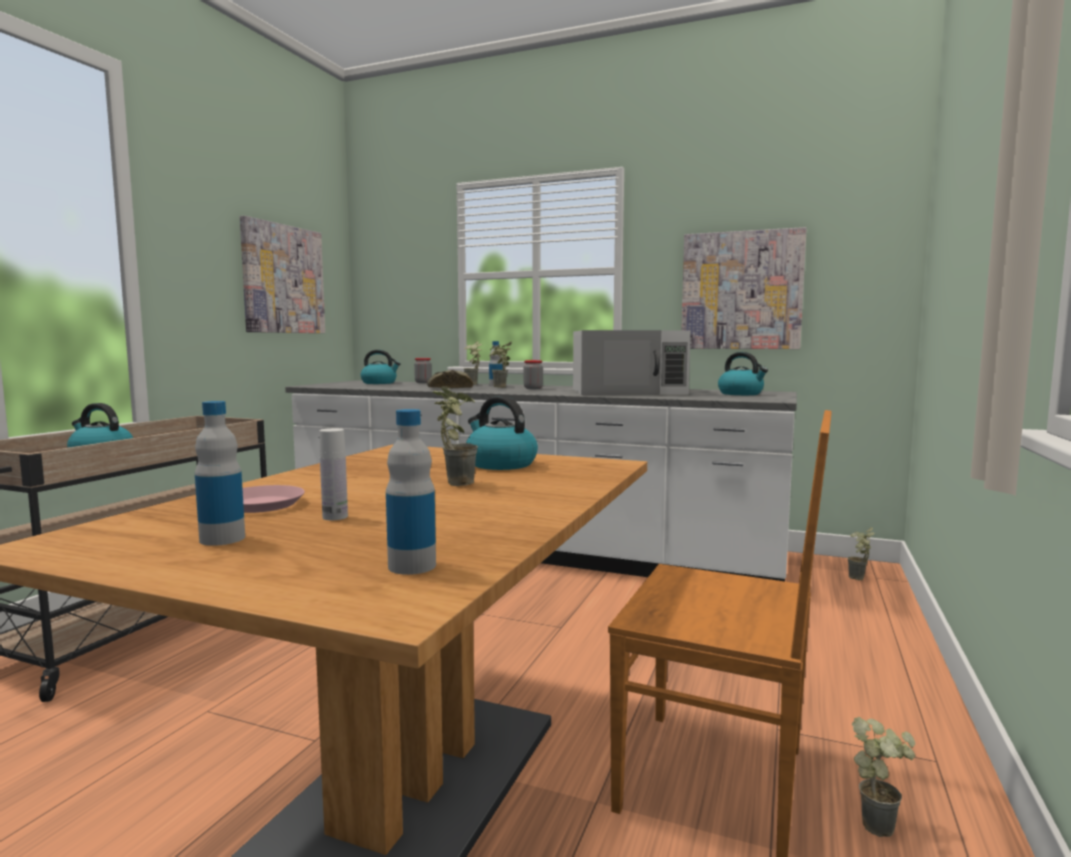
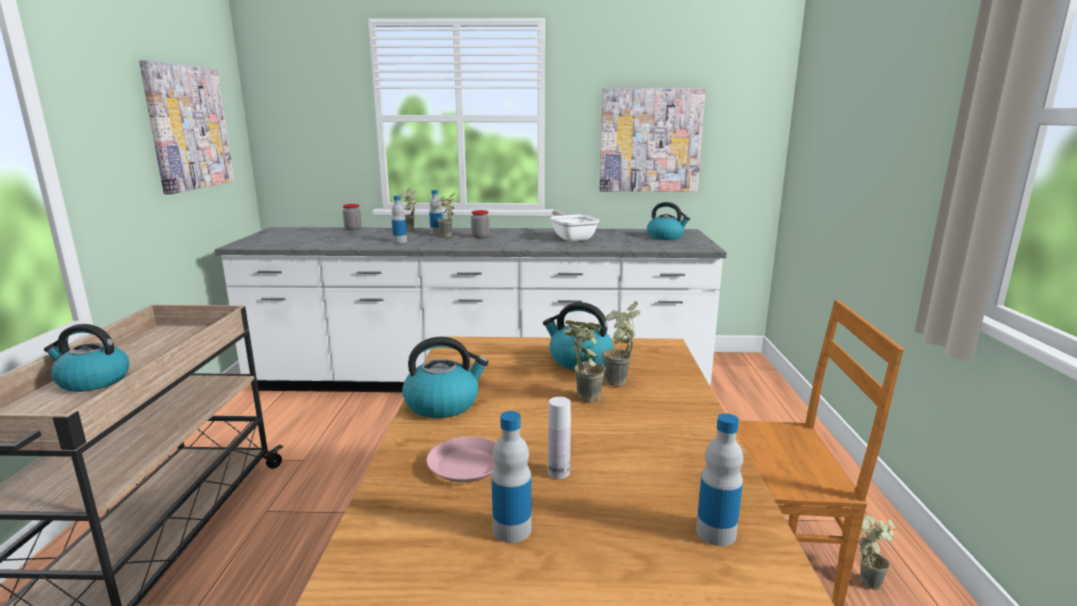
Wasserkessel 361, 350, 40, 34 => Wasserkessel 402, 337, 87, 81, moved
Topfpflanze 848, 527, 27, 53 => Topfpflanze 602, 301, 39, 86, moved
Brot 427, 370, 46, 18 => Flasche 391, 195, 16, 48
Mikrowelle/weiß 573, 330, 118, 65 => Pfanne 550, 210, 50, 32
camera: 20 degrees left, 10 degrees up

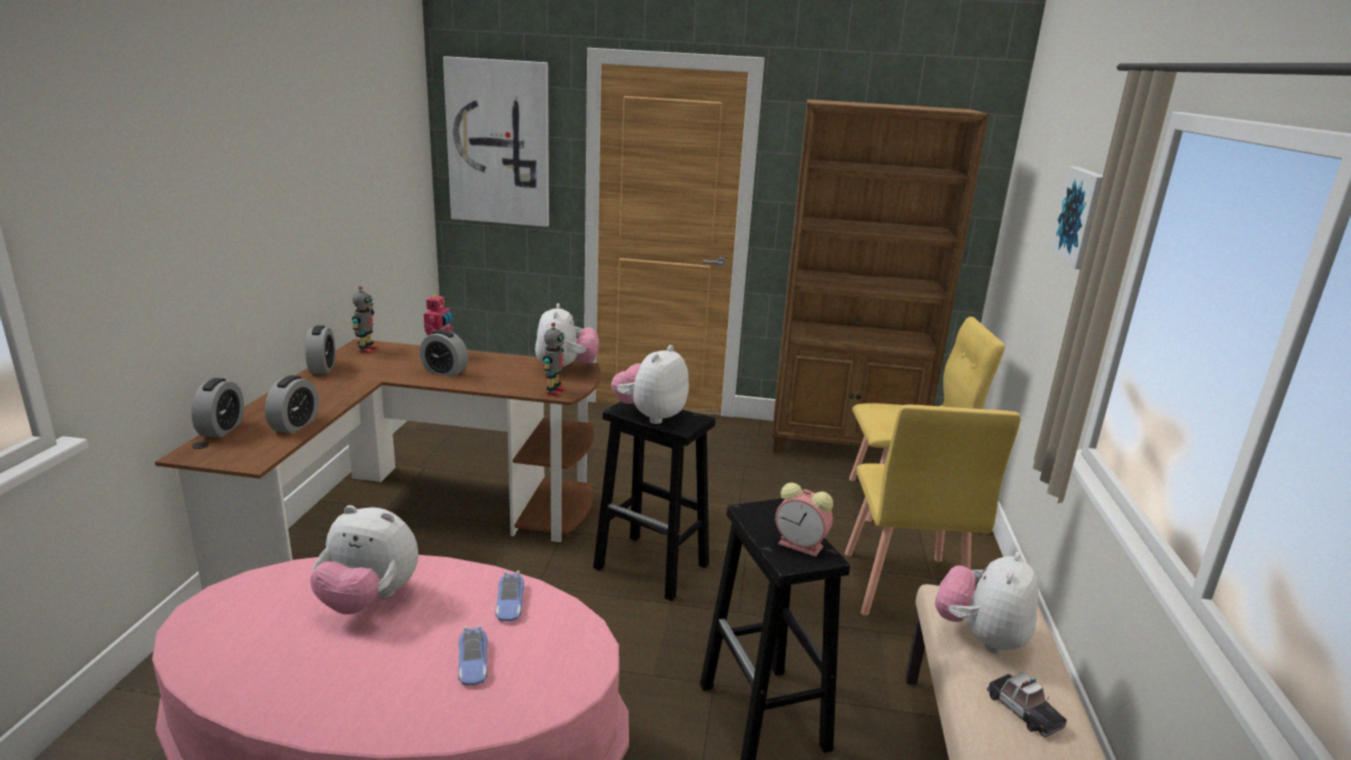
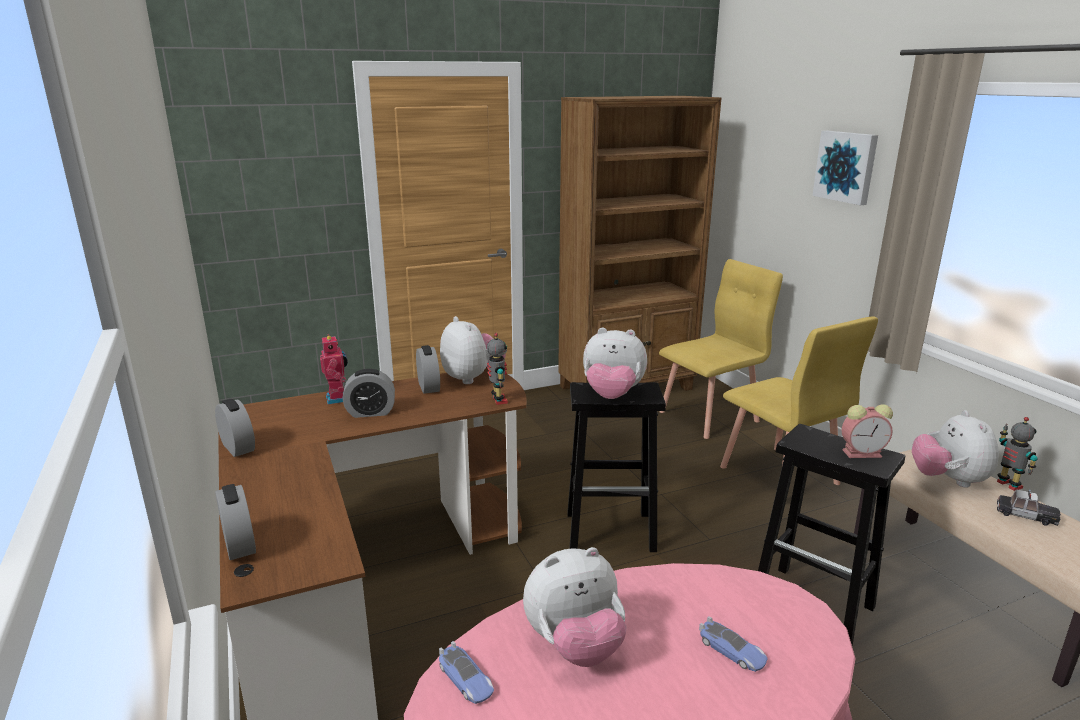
Bild 443, 56, 106, 171 => nothing
Wecker 265, 375, 54, 59 => Wecker 416, 345, 24, 49, moved
Spielzeugroboter 352, 286, 26, 68 => Spielzeugroboter 997, 417, 41, 74, moved
Spielzeugauto 495, 570, 29, 51 => Spielzeugauto 439, 641, 55, 63, moved
Plüschtier 611, 345, 78, 79 => Plüschtier 583, 328, 64, 71, 75 degrees counterclockwise
camera: 30 degrees left, 0 degrees up

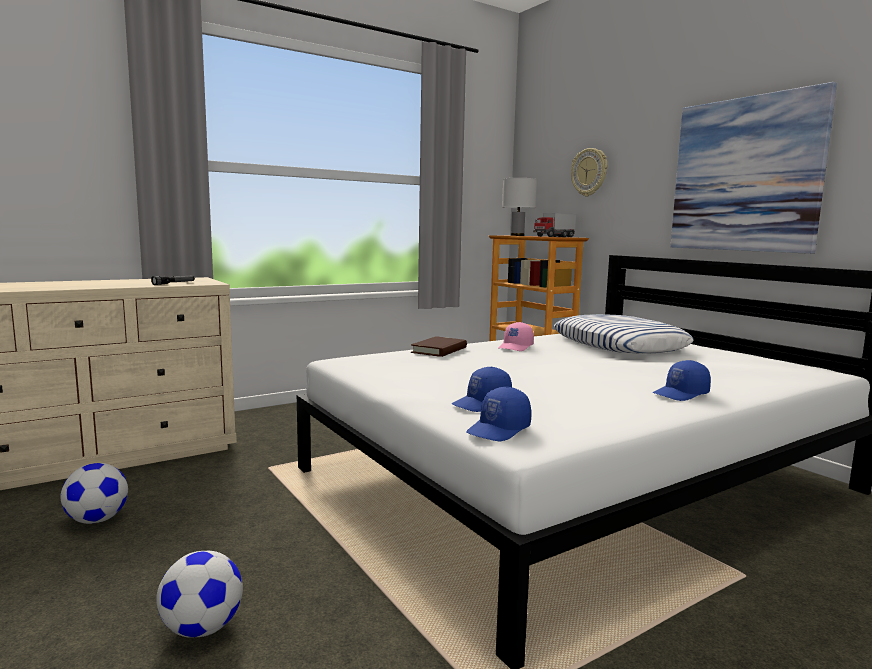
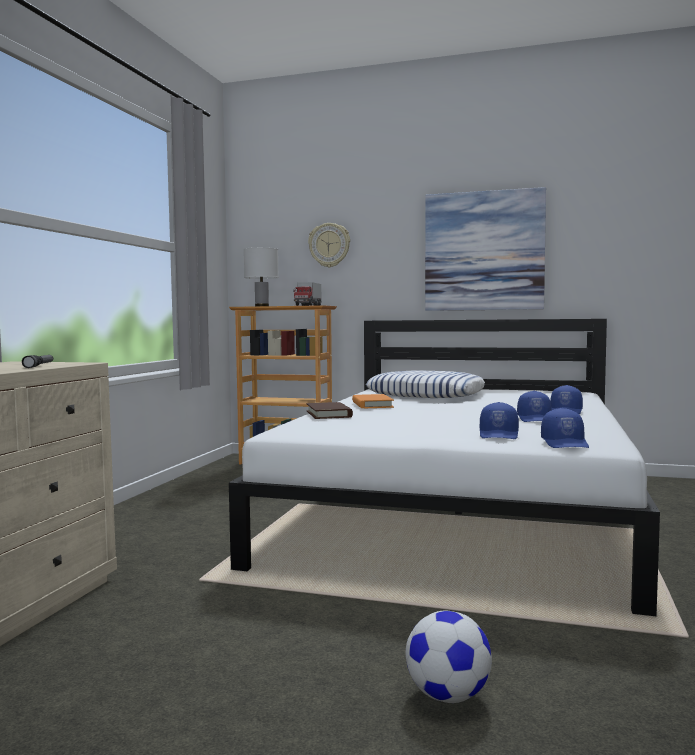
Fußball 60, 463, 68, 61 => nothing
nothing => Kappe/blau 517, 391, 35, 31
Kappe/rosa 499, 322, 35, 29 => Buch/orange 352, 394, 42, 14
camera: 40 degrees left, 5 degrees down

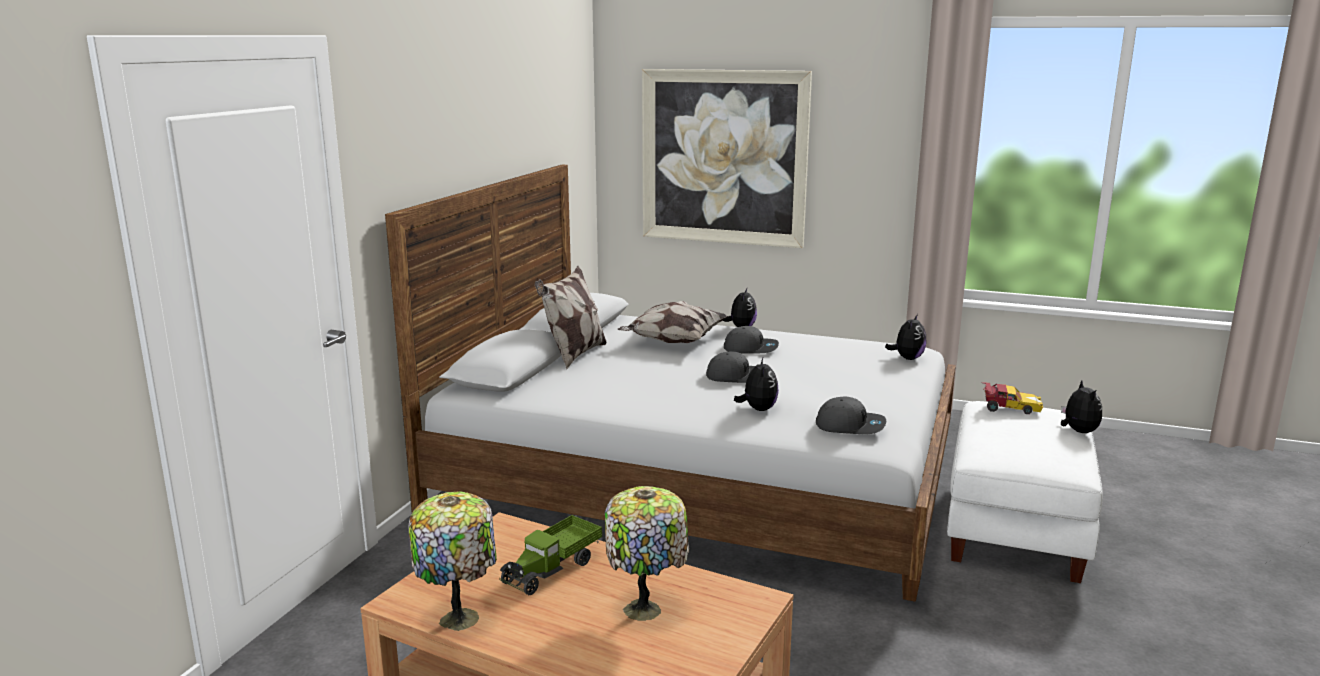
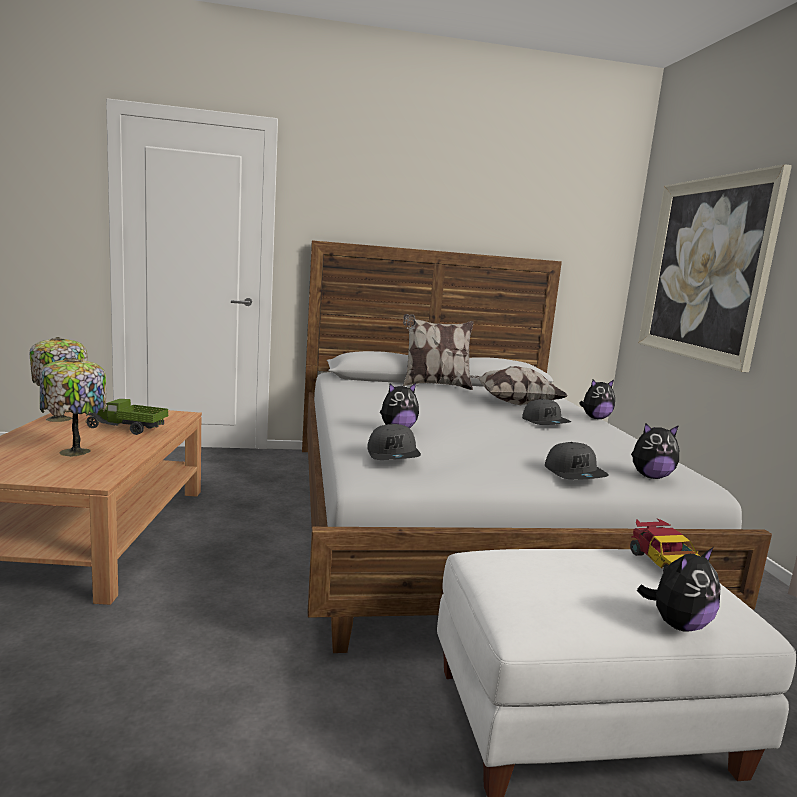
Kappe/grau 706, 351, 49, 32 => Kappe/grau 545, 442, 64, 38, moved
camera: 60 degrees right, 5 degrees down

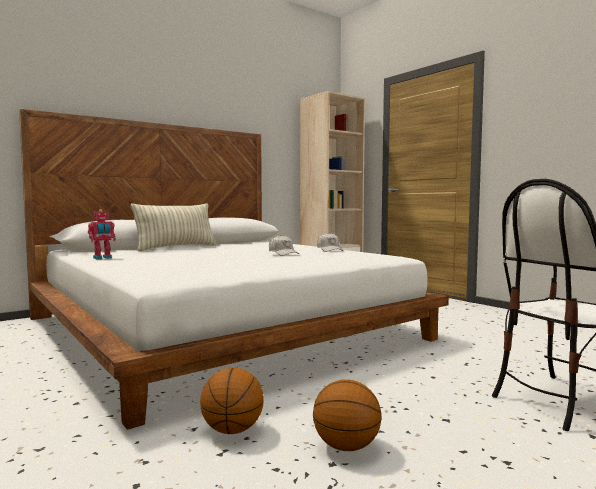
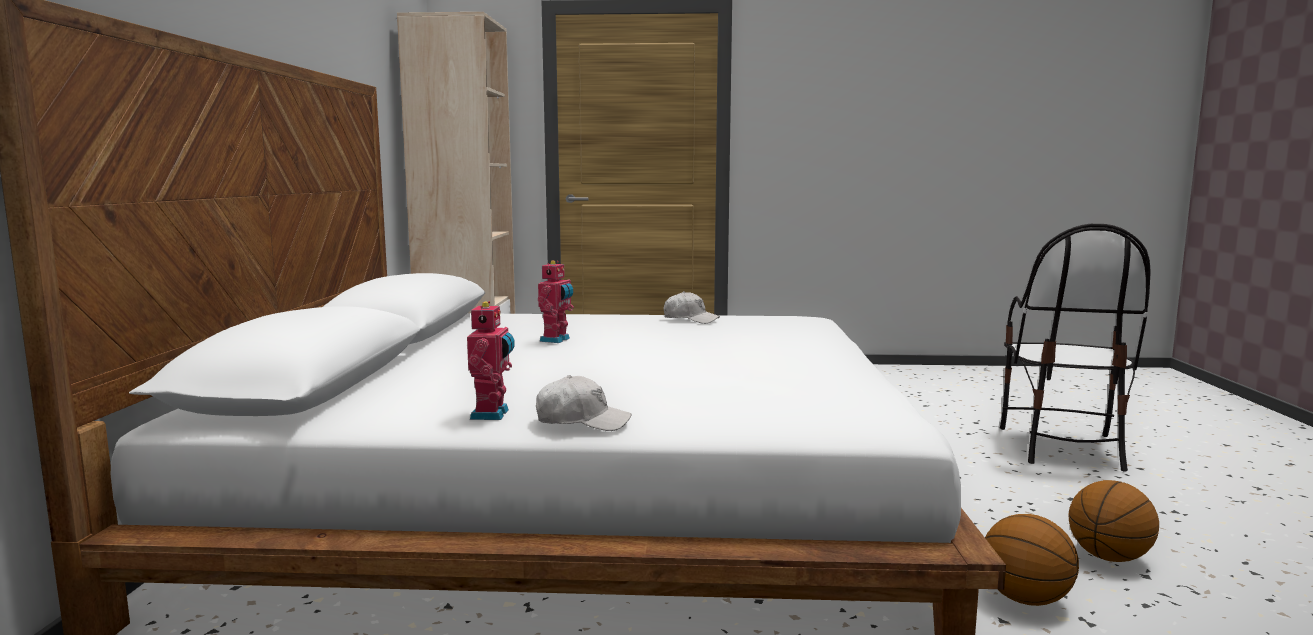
Kissen 131, 203, 86, 48 => nothing
nothing => Spielzeugroboter 538, 261, 36, 82
Kappe/weiß 269, 235, 30, 21 => Kappe/weiß 536, 375, 96, 56, moved
camera: 50 degrees left, 5 degrees up

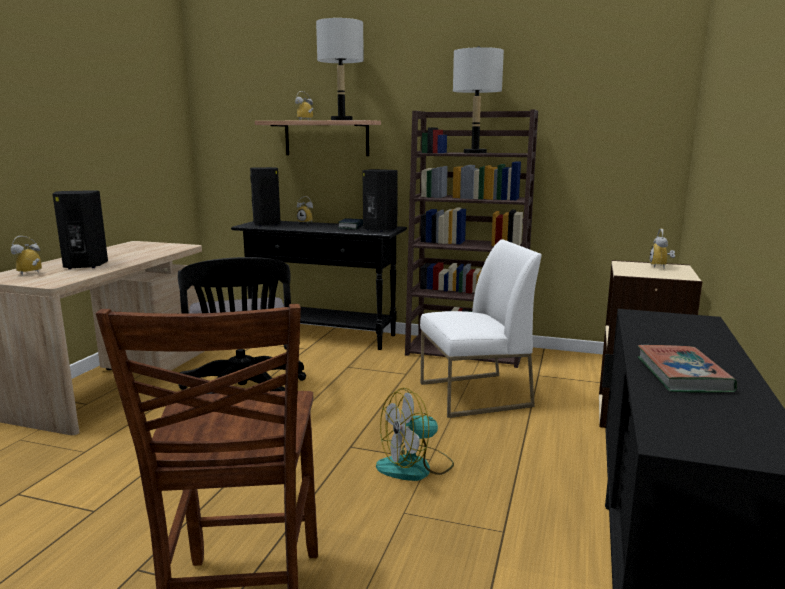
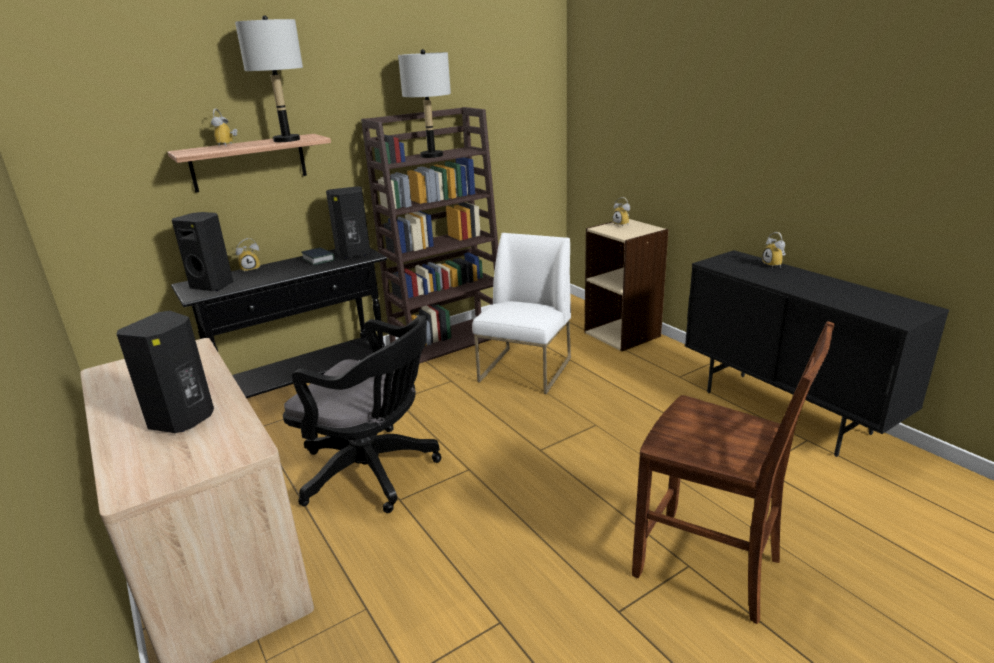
Ventilator 376, 388, 78, 93 => nothing
Buch 638, 345, 99, 48 => nothing
Wecker 11, 236, 31, 40 => Wecker 762, 232, 24, 36, moved
camera: 50 degrees left, 10 degrees up

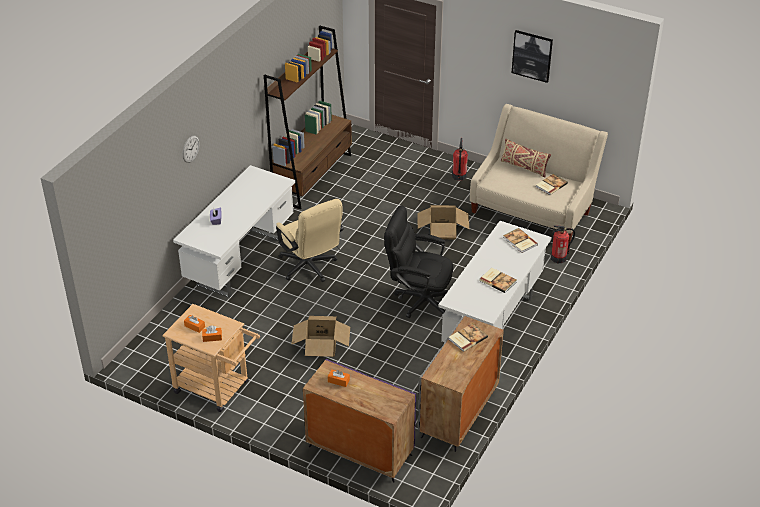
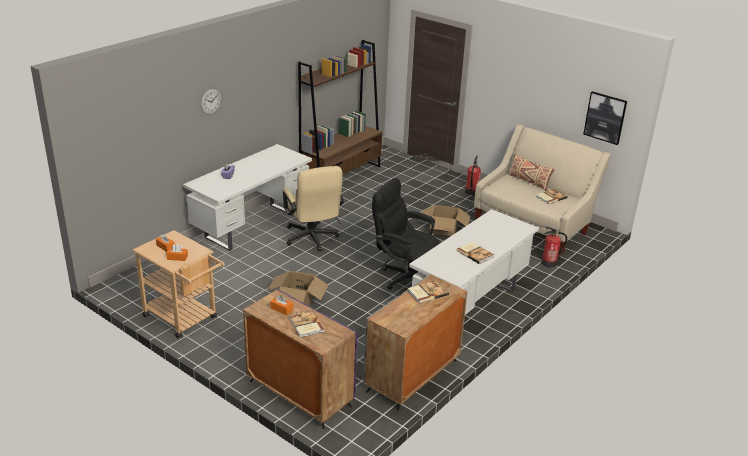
Buch 503, 228, 35, 25 => Buch 289, 309, 36, 29, moved
Bild 512, 30, 41, 53 => Bild 583, 91, 44, 54, moved
camera: 10 degrees right, 10 degrees down

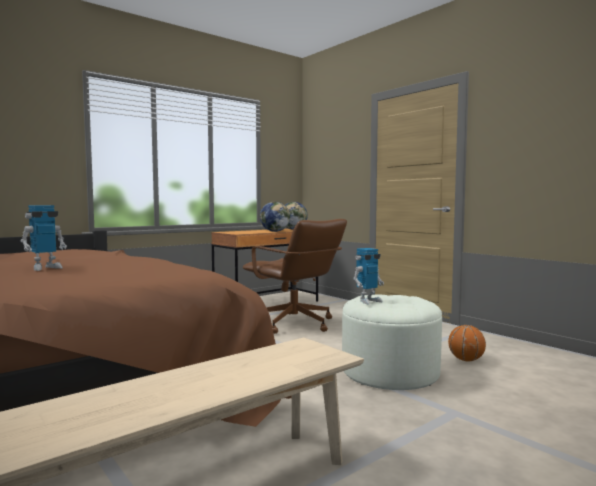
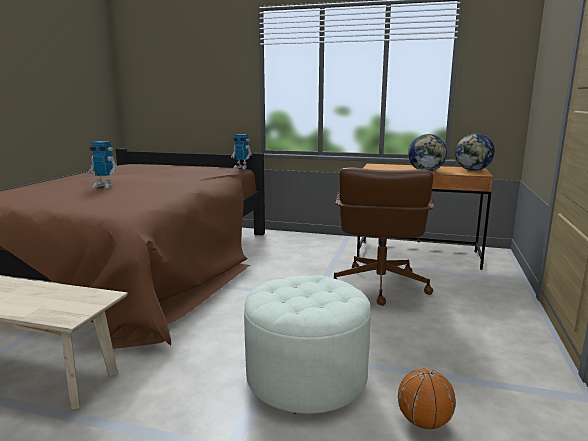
Spielzeugroboter 353, 248, 31, 56 => Spielzeugroboter 231, 134, 21, 35, moved
camera: 55 degrees right, 10 degrees up

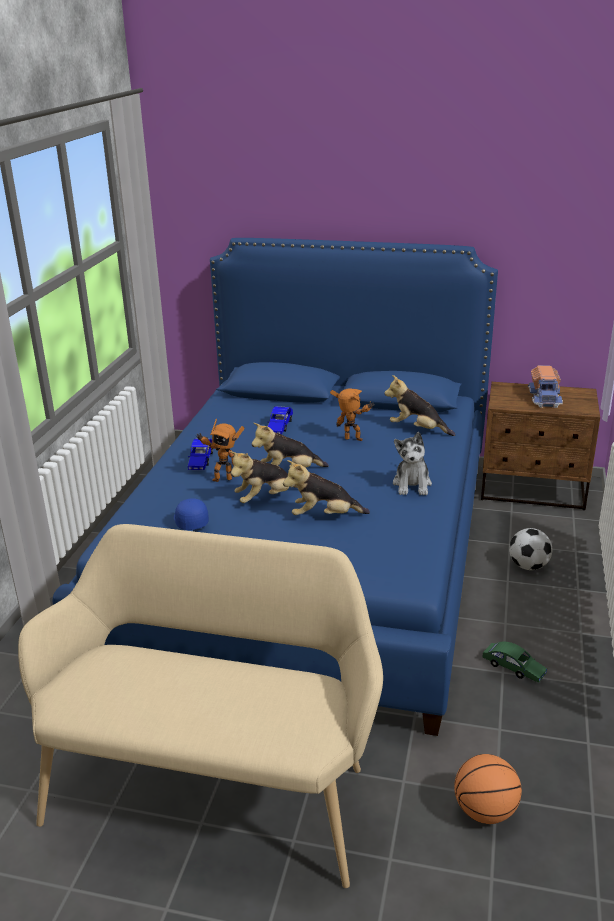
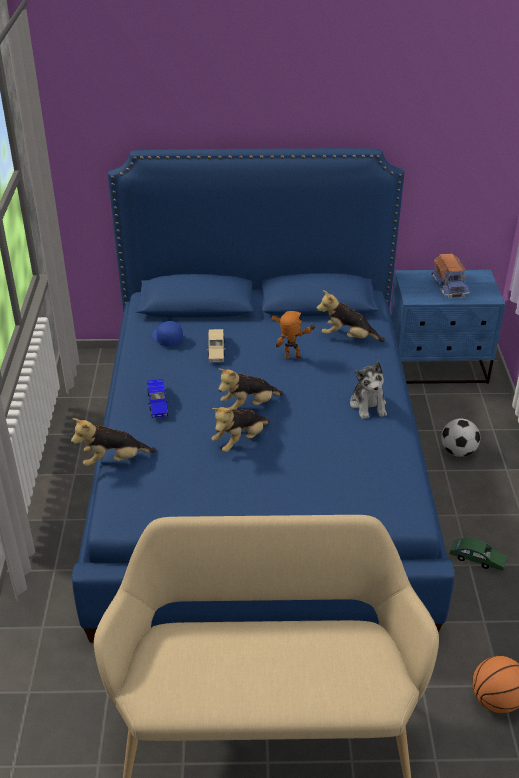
Spielzeugroboter 196, 419, 49, 63 => nothing
Kappe/blau 174, 498, 35, 32 => Kappe/blau 152, 321, 31, 26, moved
Plüschtier 283, 460, 87, 55 => Plüschtier 71, 418, 85, 48, moved
Spielzeugauto/blau 268, 406, 25, 28 => Spielzeugauto/beige 207, 329, 19, 33
Nachttisch/braun 481, 382, 119, 128 => Nachttisch/blau 390, 270, 115, 114
camera: 15 degrees left, 10 degrees up

